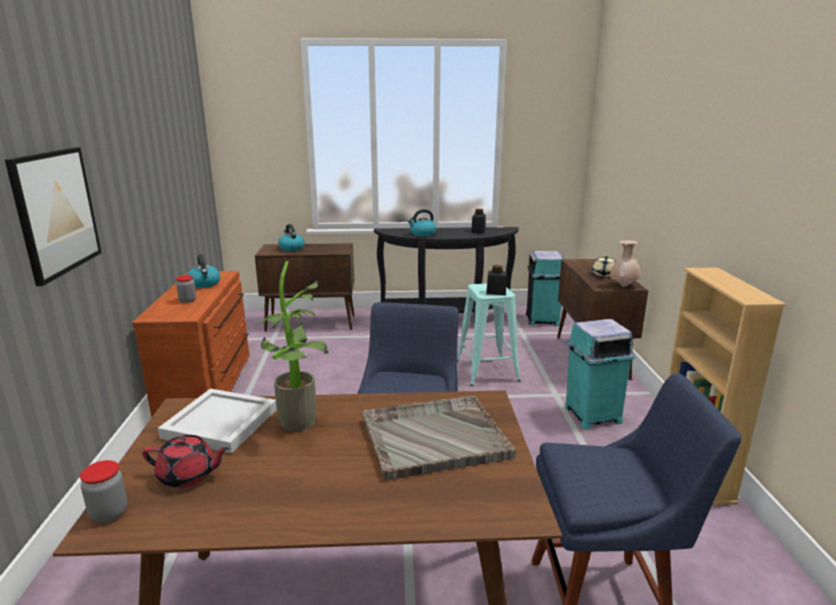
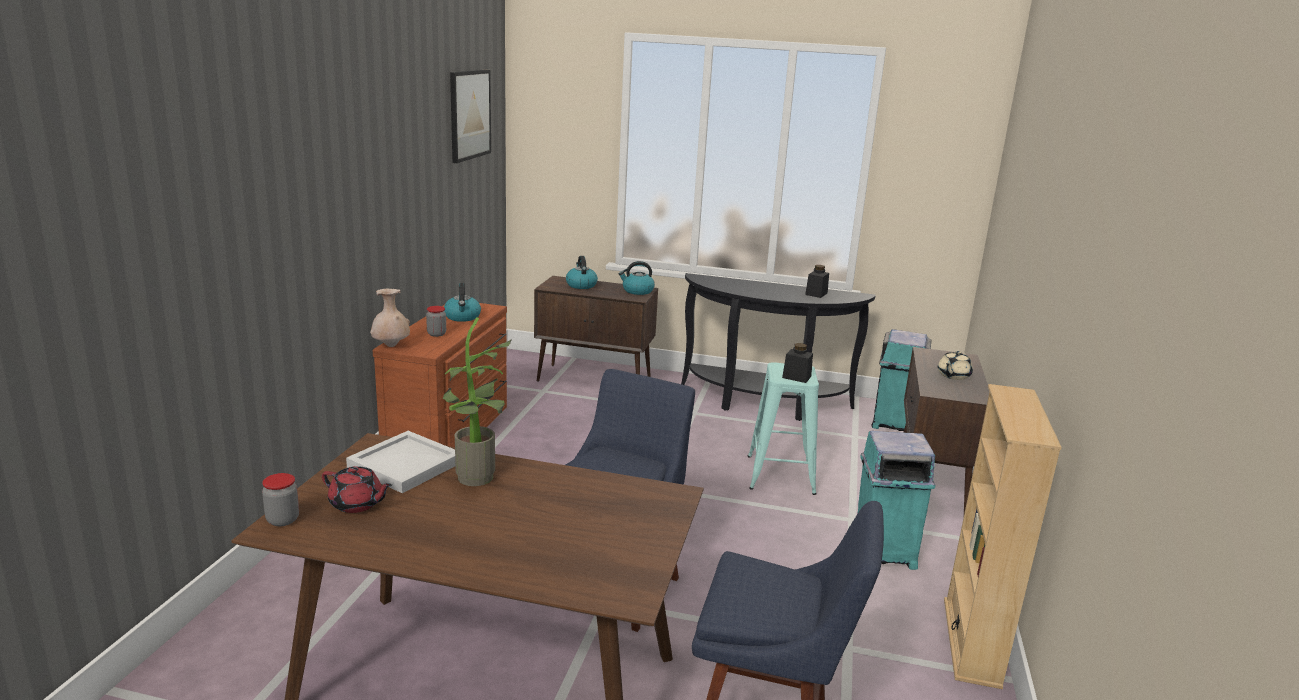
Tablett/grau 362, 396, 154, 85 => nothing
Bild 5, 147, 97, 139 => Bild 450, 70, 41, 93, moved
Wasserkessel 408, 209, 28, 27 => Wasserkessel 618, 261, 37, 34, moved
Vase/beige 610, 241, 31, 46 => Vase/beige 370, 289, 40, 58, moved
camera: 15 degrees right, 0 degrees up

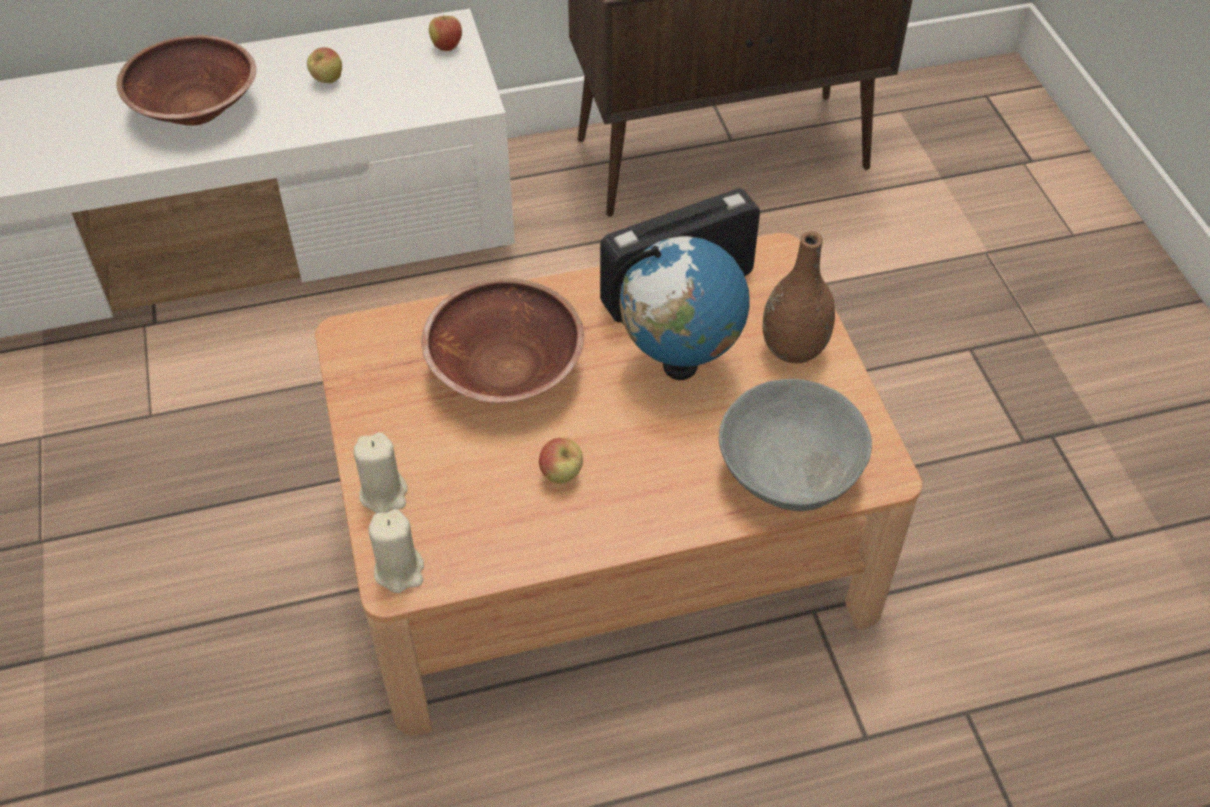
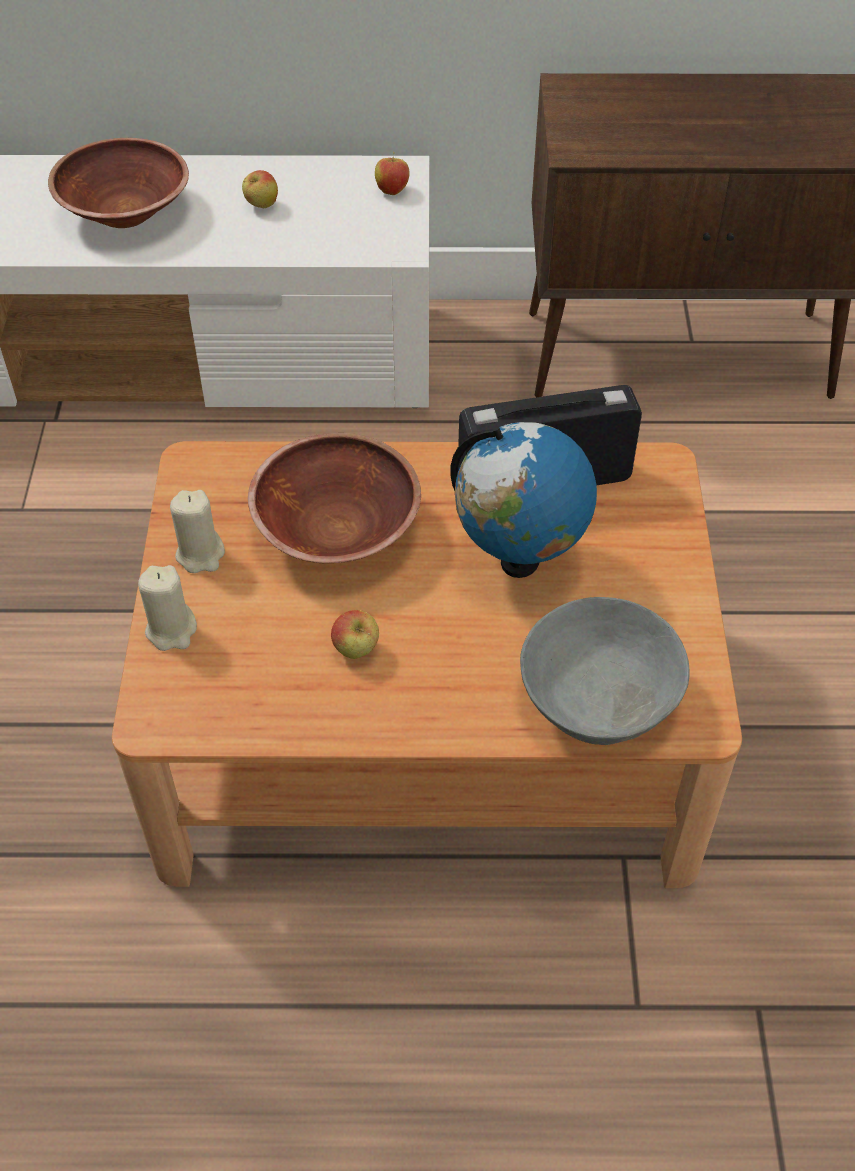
Vase/braun 763, 231, 72, 132 => nothing
Kerze/beige 369, 509, 55, 84 => Kerze/beige 170, 490, 55, 83, moved
camera: 15 degrees right, 0 degrees up

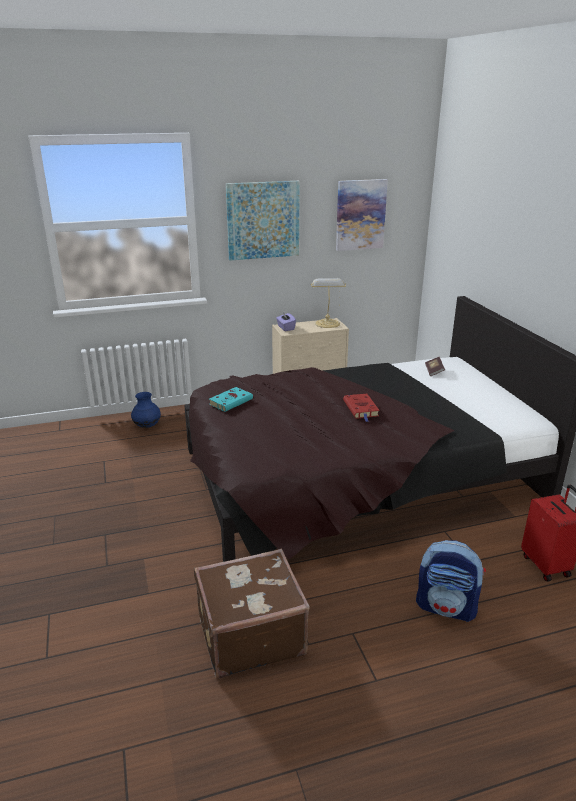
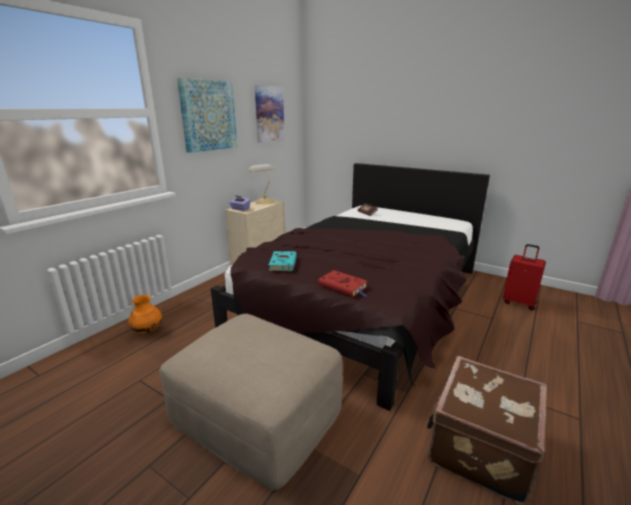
Rucksack 416, 540, 70, 82 => nothing
nothing => Polsterhocker/beige 159, 314, 184, 176
Buch/rot 343, 394, 37, 28 => Buch/rot 318, 270, 49, 27, moved
Vase/blau 131, 392, 30, 36 => Vase/orange 128, 295, 34, 39
camera: 40 degrees left, 5 degrees down

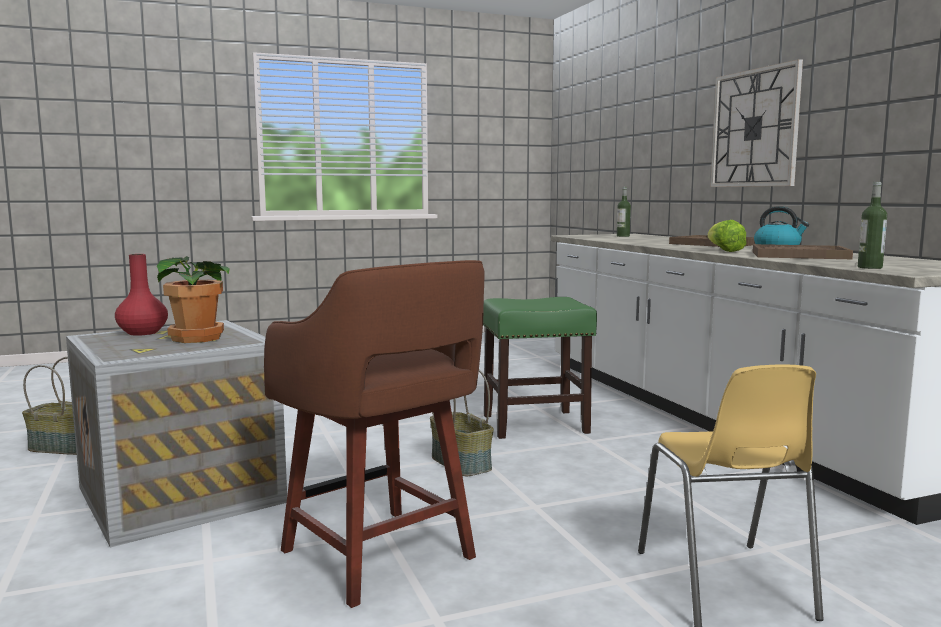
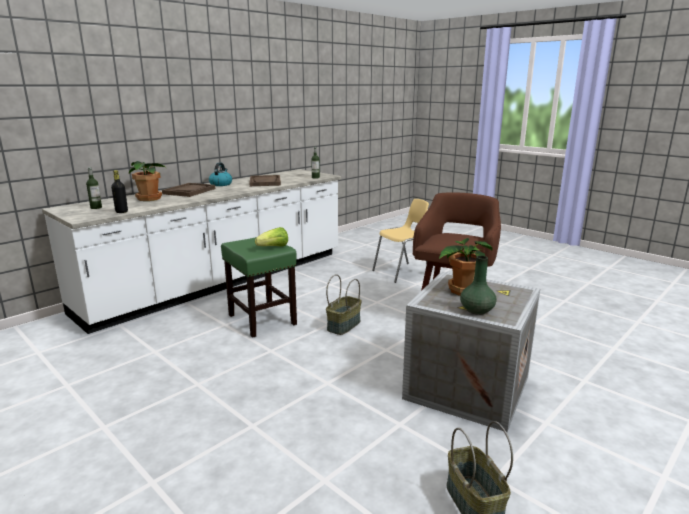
Wanduhr 710, 59, 93, 128 => nothing
nothing => Flasche/schwarz 111, 170, 17, 43
nothing => Topfpflanze 129, 161, 37, 40
Salatkopf 708, 220, 38, 32 => Salatkopf 255, 227, 33, 20, moved
Vase/rot 115, 254, 53, 82 => Vase/grün 460, 256, 37, 59
camera: 115 degrees left, 10 degrees up

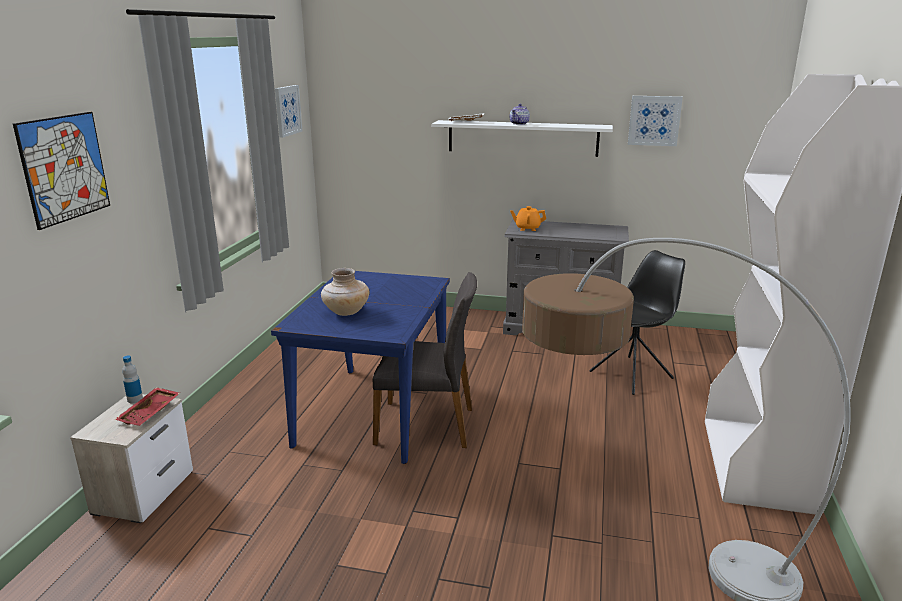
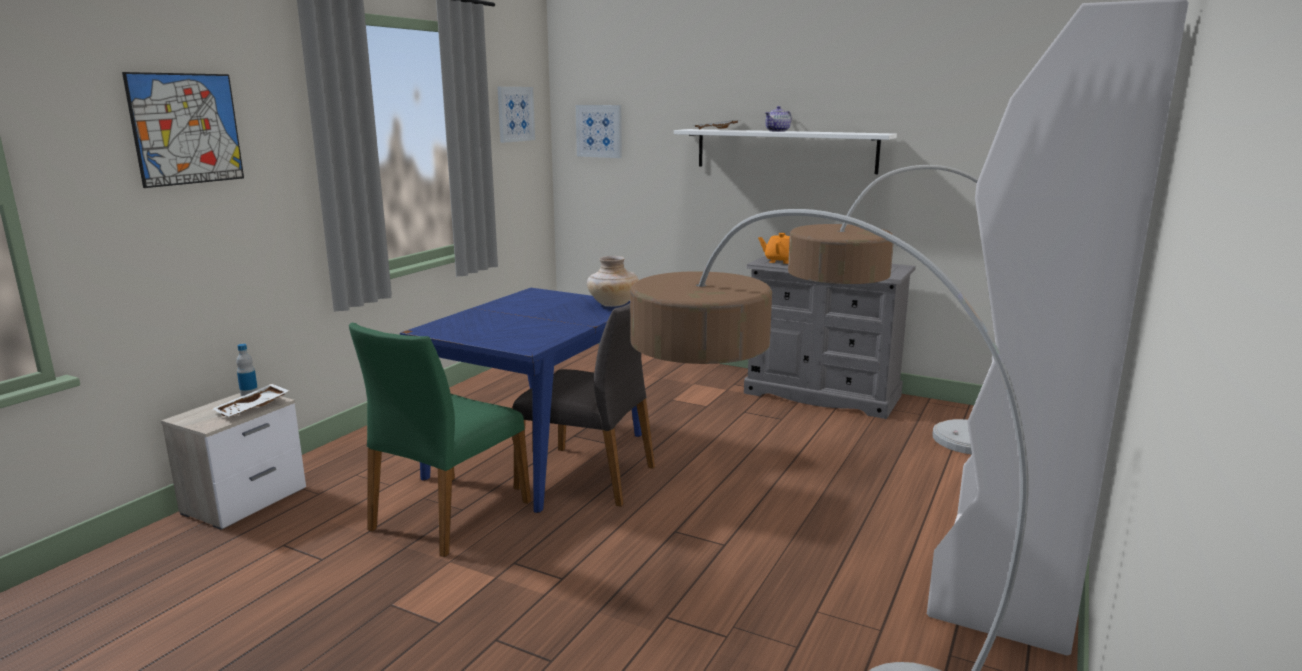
nothing => Stuhl/grün 349, 323, 182, 234
Vase/beige 321, 268, 48, 48 => Vase/beige 587, 256, 52, 51, moved
Bild 628, 96, 55, 50 => Bild 576, 105, 46, 53, moved
Stuhl/schwarz 589, 250, 96, 145 => Stehlampe 788, 165, 190, 289
Tablett/rot 114, 387, 66, 39 => Tablett/weiß 212, 384, 77, 32
camera: 15 degrees right, 5 degrees down

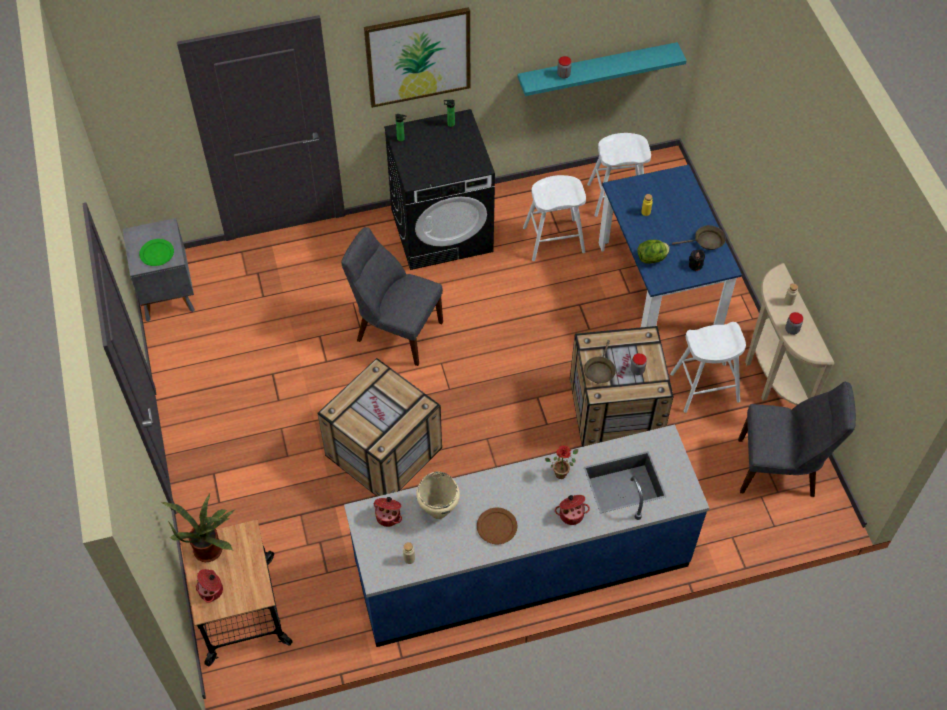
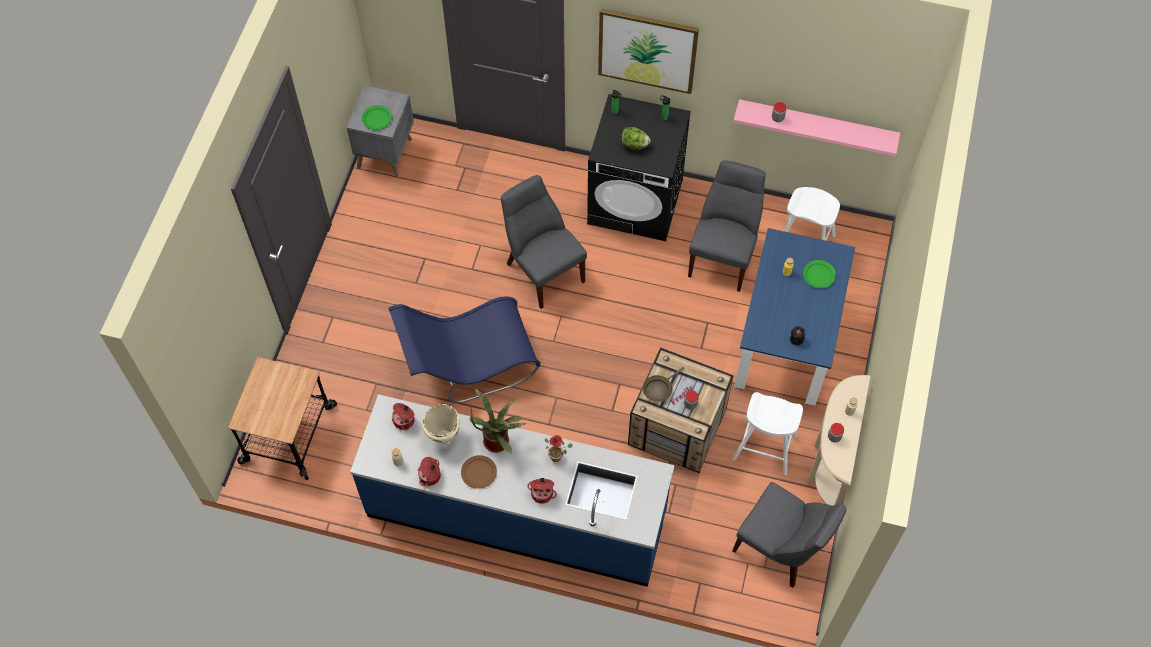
Pfanne/braun 672, 225, 54, 25 => nothing
nothing => Teller/grün 803, 260, 33, 28
Topfpflanze 161, 494, 74, 68 => Topfpflanze 469, 388, 58, 67, moved
Kochtopf 196, 569, 27, 34 => Kochtopf 418, 457, 23, 29, moved
Salatkopf 638, 240, 32, 24 => Salatkopf 621, 127, 29, 23, moved
Kiste 317, 358, 125, 138 => Stuhl/blau 388, 296, 153, 107
Hocker/weiß 523, 175, 63, 86 => Stuhl/grau 688, 160, 78, 132
Wandregal/türkis 518, 42, 169, 54 => Wandregal/rosa 733, 99, 167, 57
camera: 30 degrees right, 5 degrees up

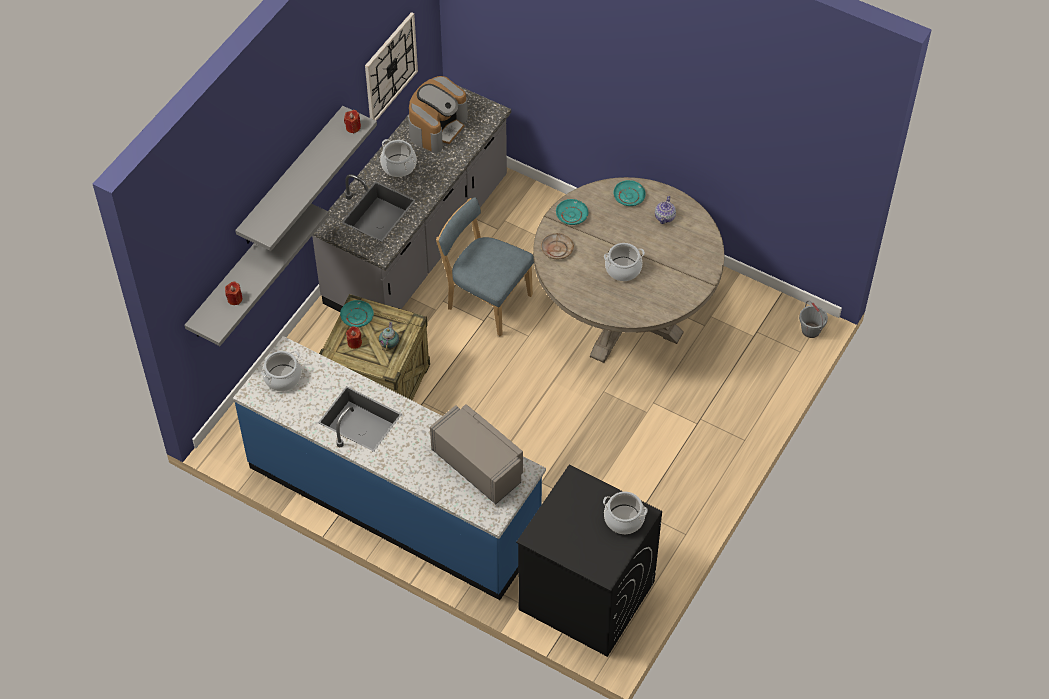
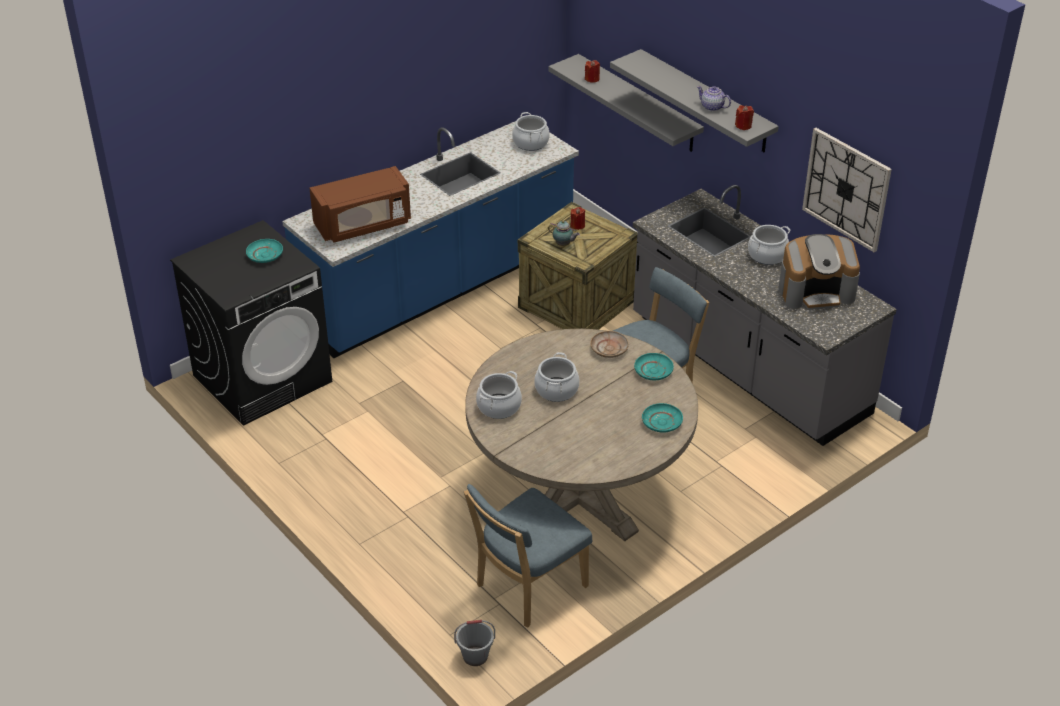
nothing => Stuhl/blau 464, 484, 128, 143
Teller/türkis 340, 300, 34, 27 => Teller/türkis 246, 239, 37, 24, moved
Kochtopf 603, 492, 45, 42 => Kochtopf 476, 371, 46, 48, moved
Teekanne 655, 196, 21, 28 => Teekanne 697, 86, 34, 25, moved
Mikrowelle/grau 430, 404, 93, 100 => Mikrowelle/braun 309, 166, 102, 77
Kaffeemaschine 408, 76, 60, 77 => Kaffeemaschine 779, 234, 81, 76, 60 degrees counterclockwise
camera: 110 degrees right, 15 degrees down

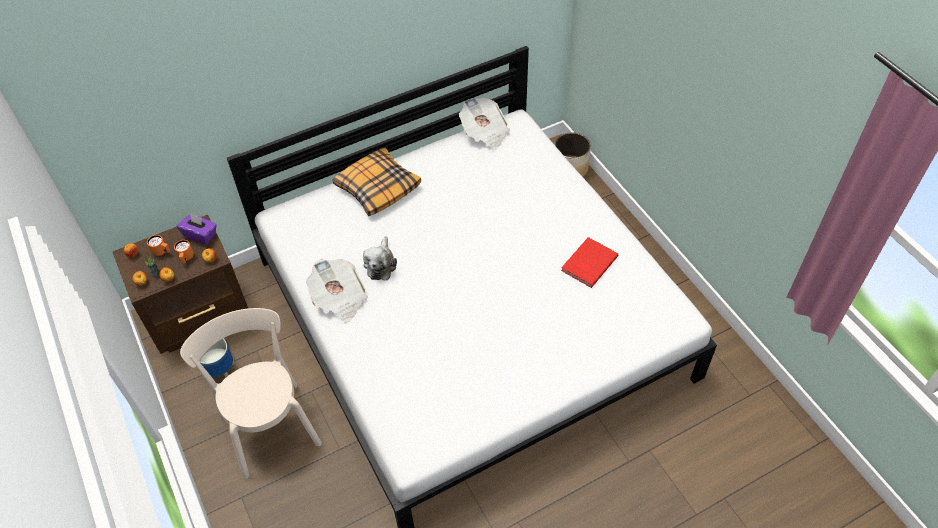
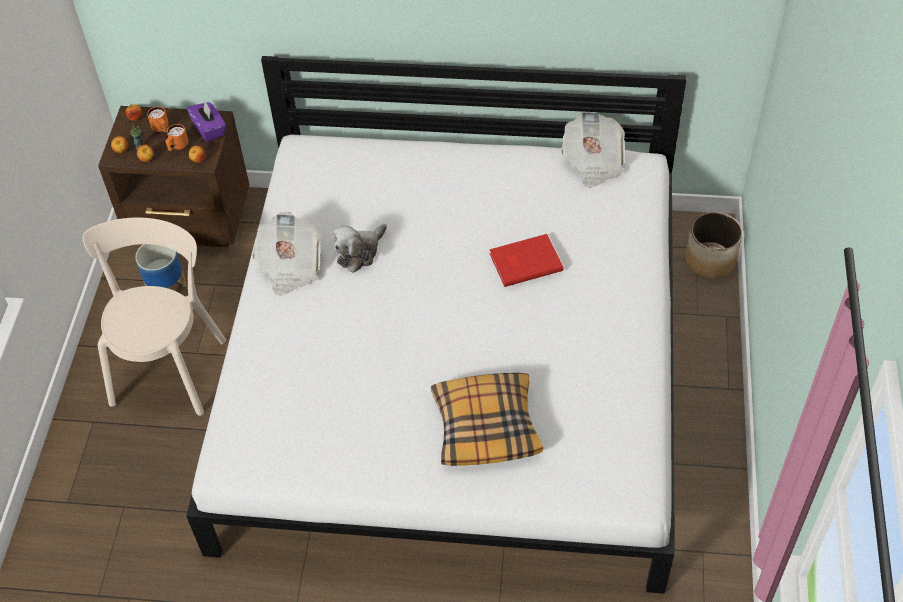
Kissen 333, 147, 88, 69 => Kissen 431, 373, 112, 93, moved
Buch/rot 561, 237, 57, 51 => Buch/rot 489, 234, 74, 53, moved
camera: 35 degrees right, 0 degrees up

